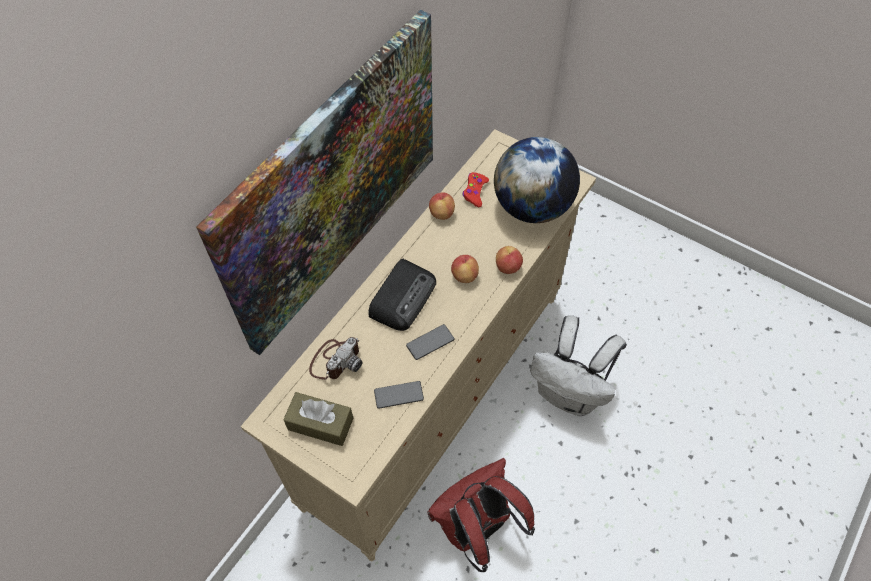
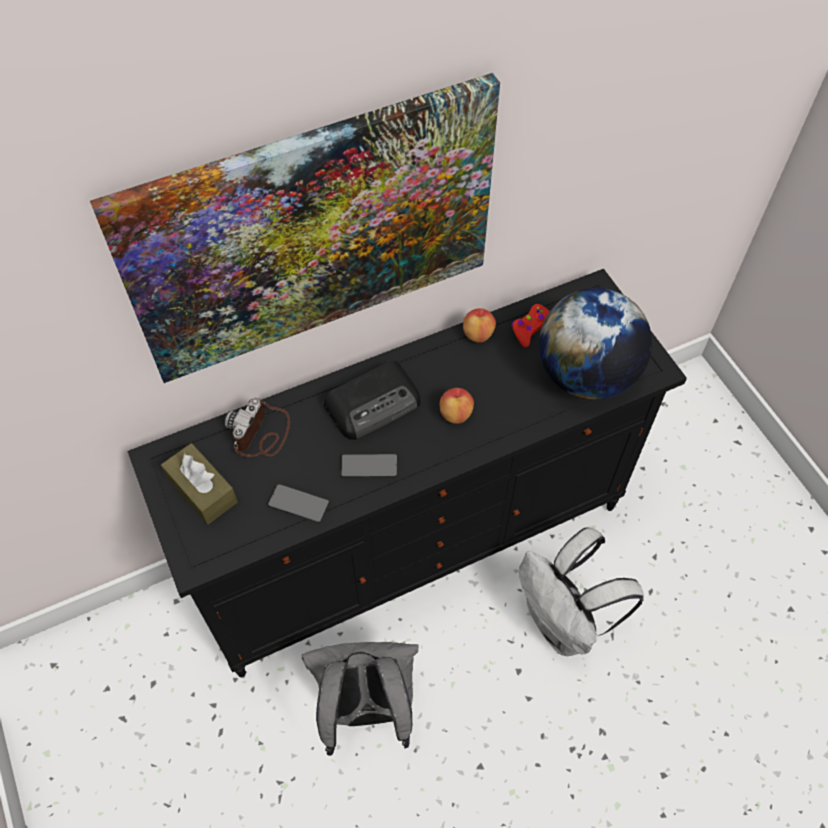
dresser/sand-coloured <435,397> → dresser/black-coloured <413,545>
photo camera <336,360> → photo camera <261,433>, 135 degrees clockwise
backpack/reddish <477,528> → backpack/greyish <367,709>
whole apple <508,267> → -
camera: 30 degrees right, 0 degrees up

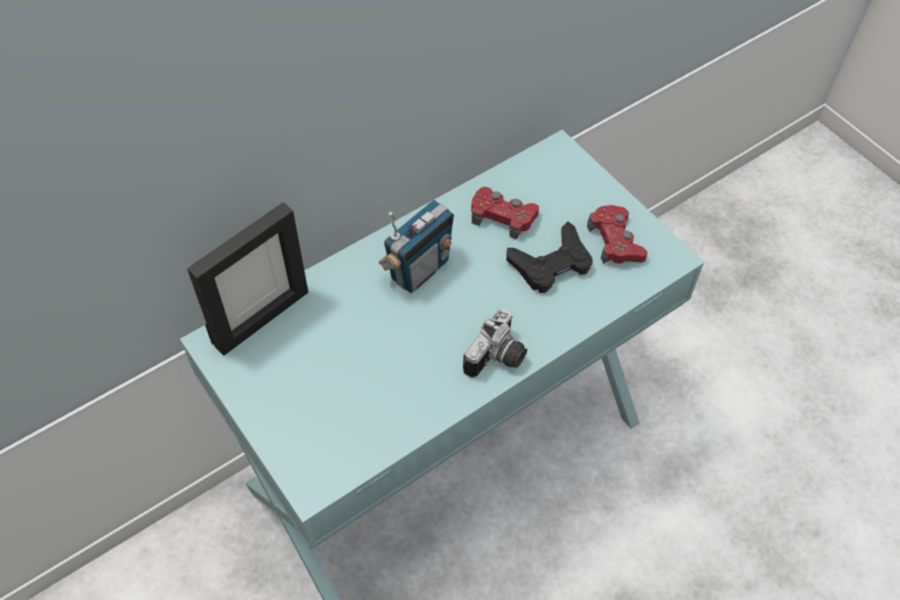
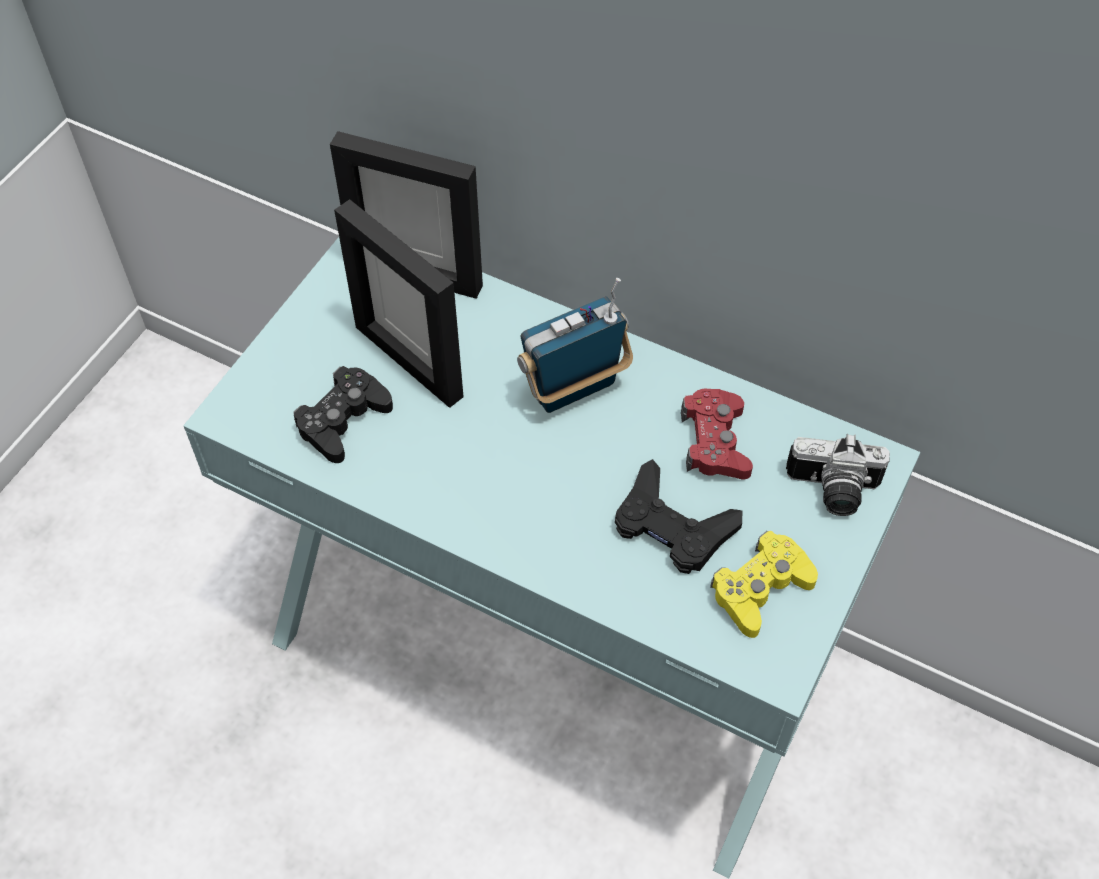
radio set <419,270> → radio set <573,389>, 135 degrees clockwise
photo camera <498,358> → photo camera <832,492>, move
joypad/reddish <615,241> → joypad/yellow <760,589>
- → joypad/black-coloured <343,420>
- → picture frame <411,359>
camera: 65 degrees right, 0 degrees up

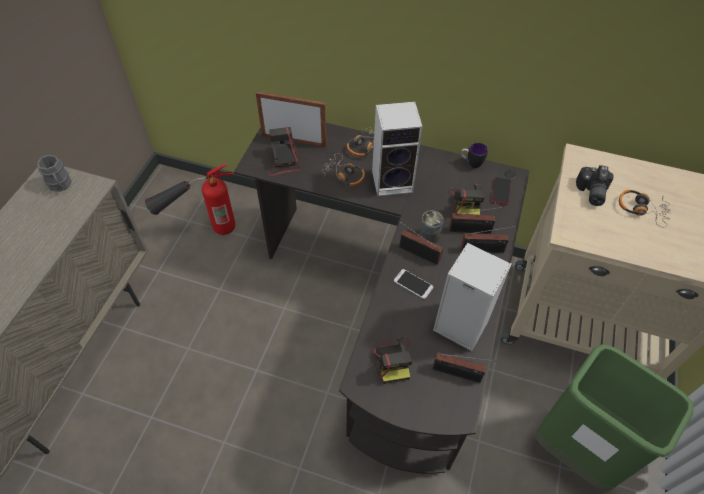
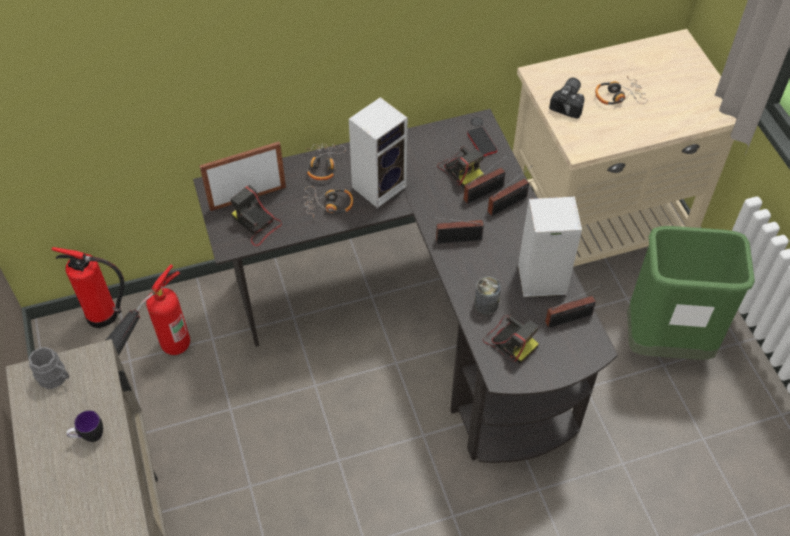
phone <413,284> → -
sealed can <429,236> → sealed can <486,304>, move
mug <471,163> → mug <89,437>, move
photo camera <590,192> → photo camera <570,103>, 135 degrees counterclockwise
- → extinguisher <105,315>
camera: 35 degrees left, 0 degrees up

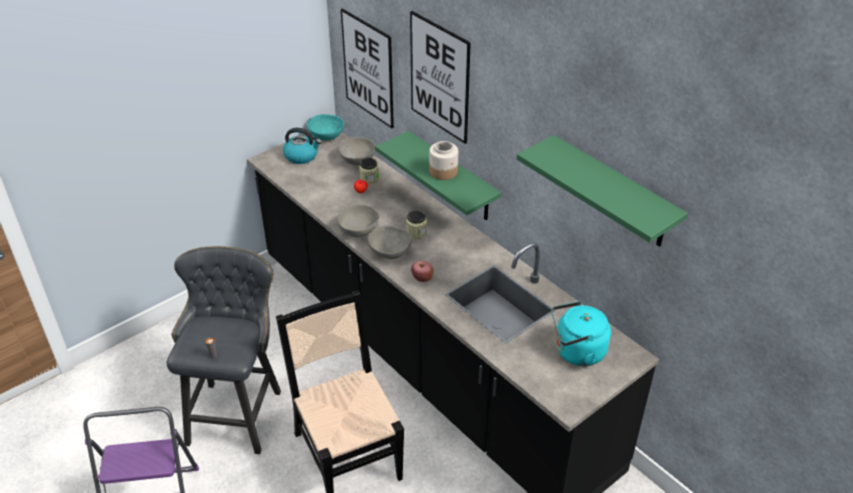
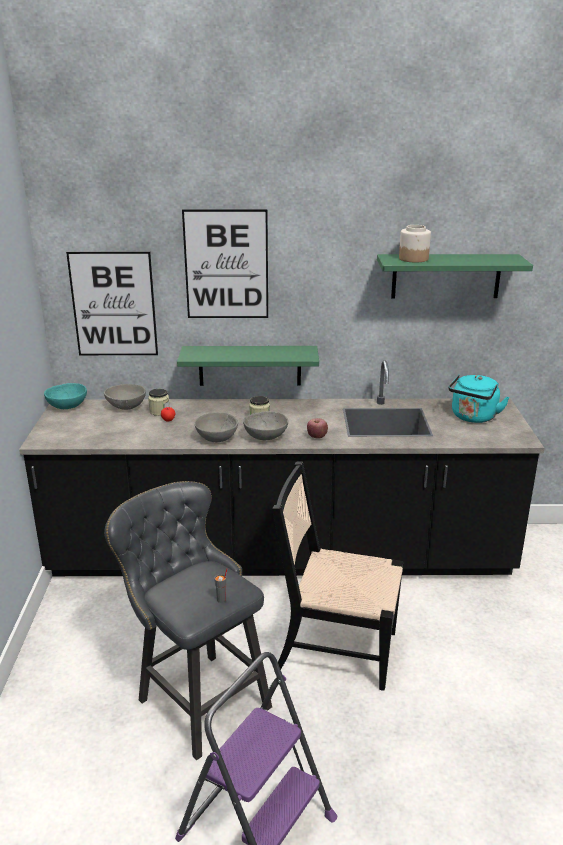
water kettle <302,156> → -
storage jar <443,172> → storage jar <414,259>, move
camera: 50 degrees left, 15 degrees down

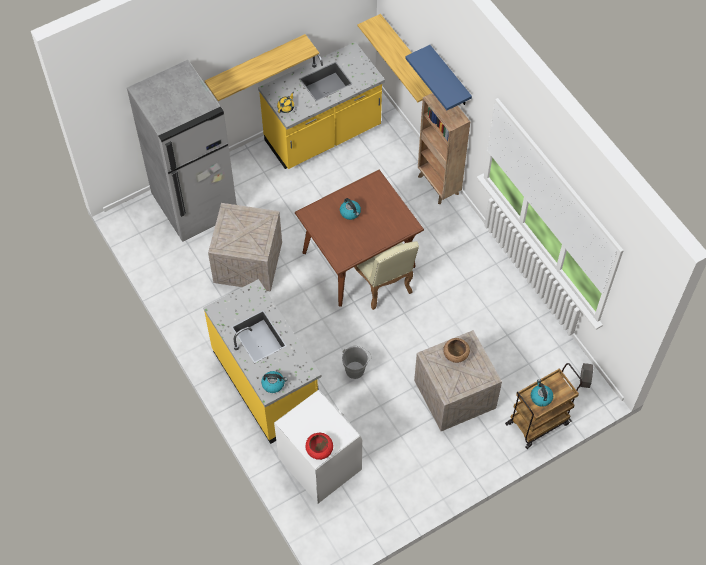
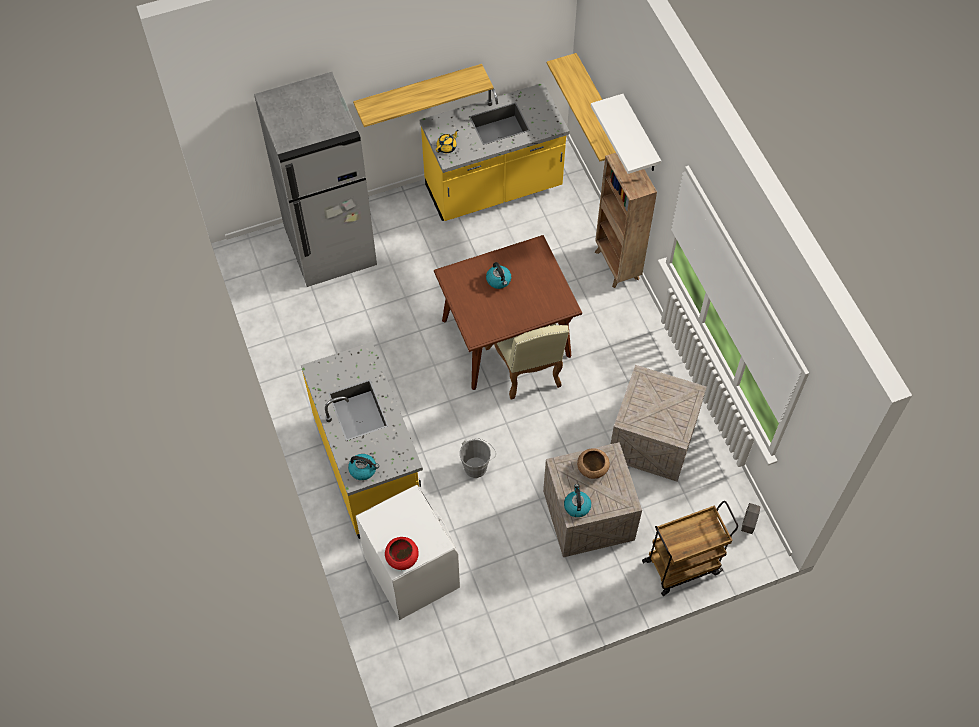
shipping crate <248,263> → shipping crate <653,441>, move
shelf/blue <450,77> → shelf/white-coloured <640,136>
water kettle <541,397> → water kettle <577,506>, move
camera: 10 degrees right, 0 degrees up

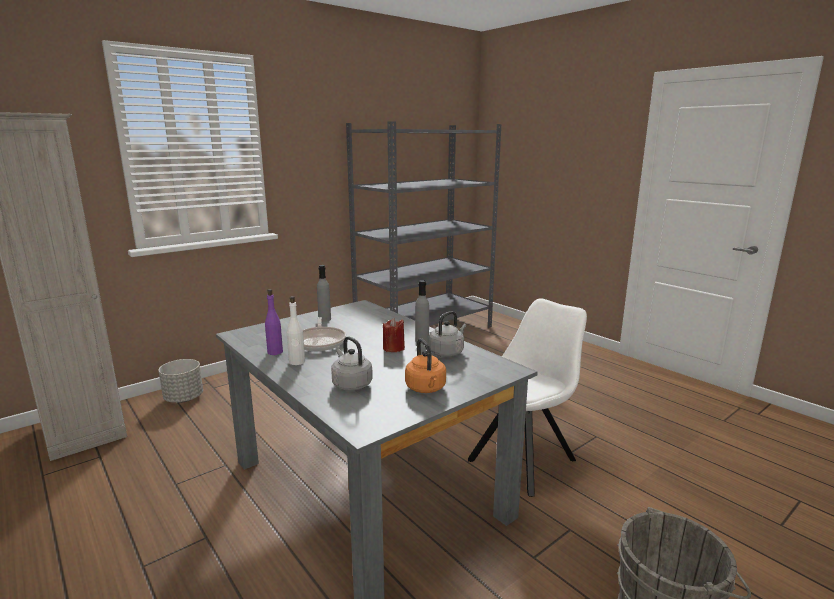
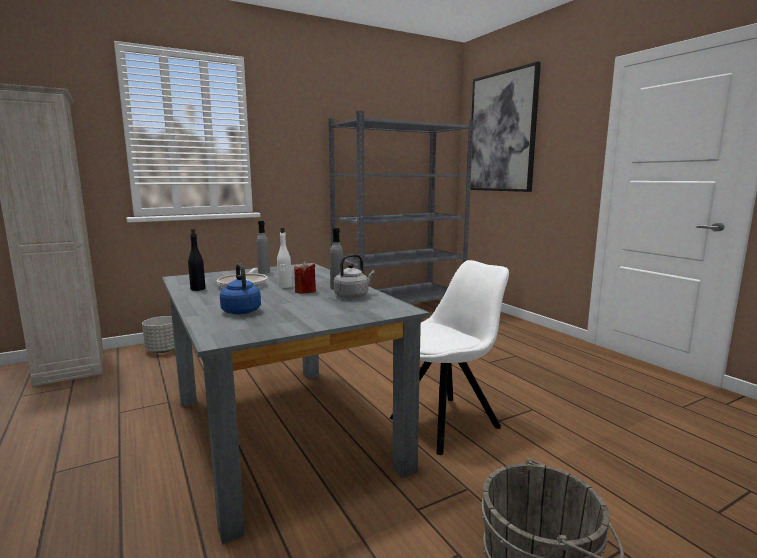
beverage bottle/purple <275,352> → beverage bottle/black-coloured <198,289>
beverage bottle/white-coloured <297,362> → beverage bottle/white-coloured <285,286>, move
water kettle/greyish <351,384> → water kettle/blue <241,311>
water kettle/orange <426,389> → -
- → wall art <502,132>
camera: 10 degrees right, 5 degrees down

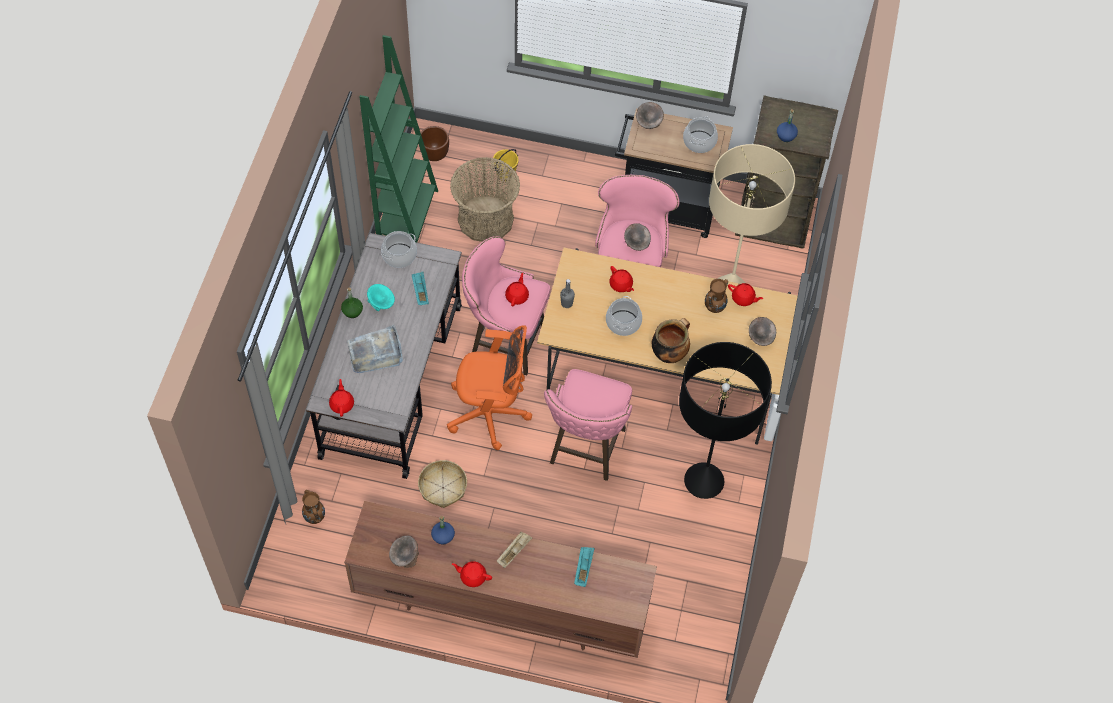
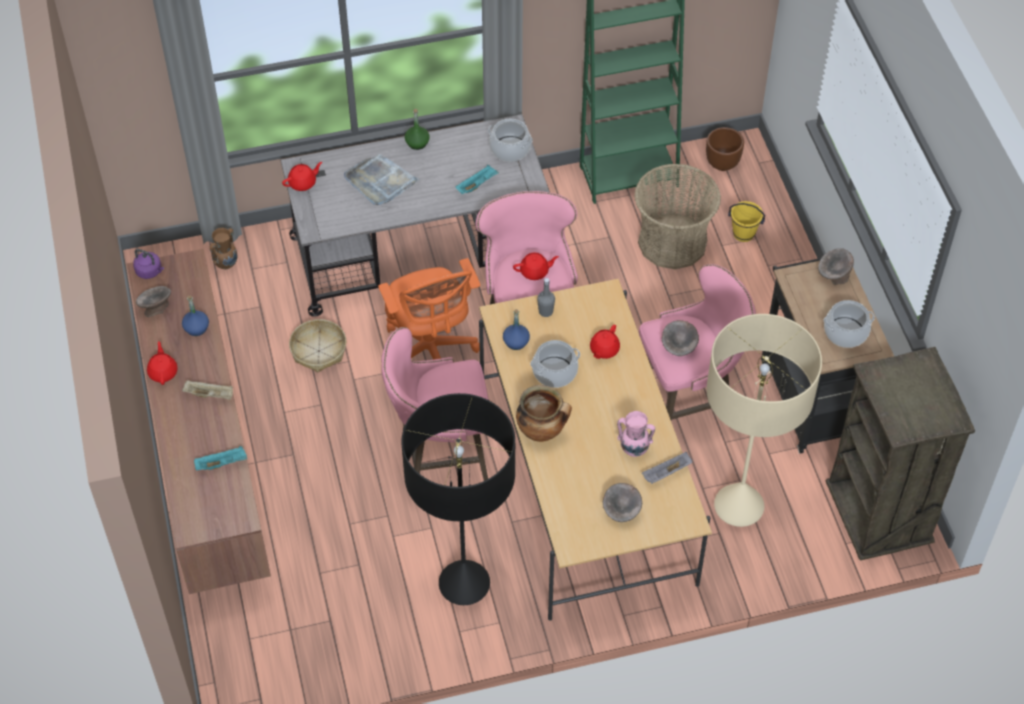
serving bowl/blue-green <381,304> → -
flower vase/brown <714,307> → flower vase/pinkish <634,449>
pot for tea/reddish <743,298> → serving tray/greyish <666,473>
beverage bottle/blue <786,136> → beverage bottle/blue <516,342>, move
- → water kettle/purple <150,271>
camera: 65 degrees right, 5 degrees down

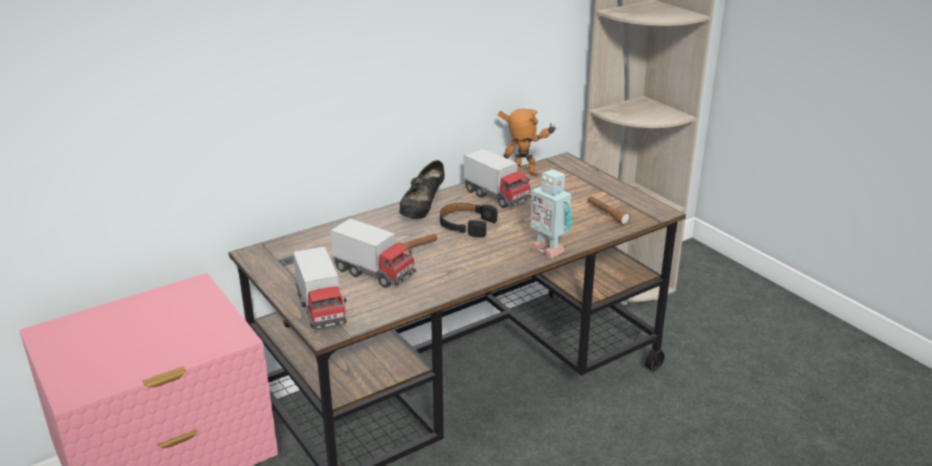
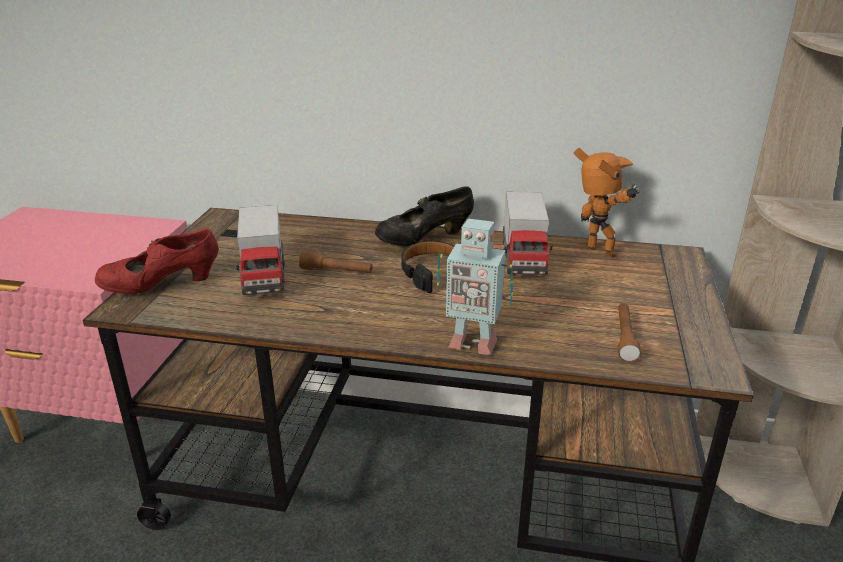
toy lorry <321,310> → shoe/reddish <162,286>
toy robot <548,249> → toy robot <471,341>, 75 degrees counterclockwise
camera: 45 degrees right, 0 degrees up

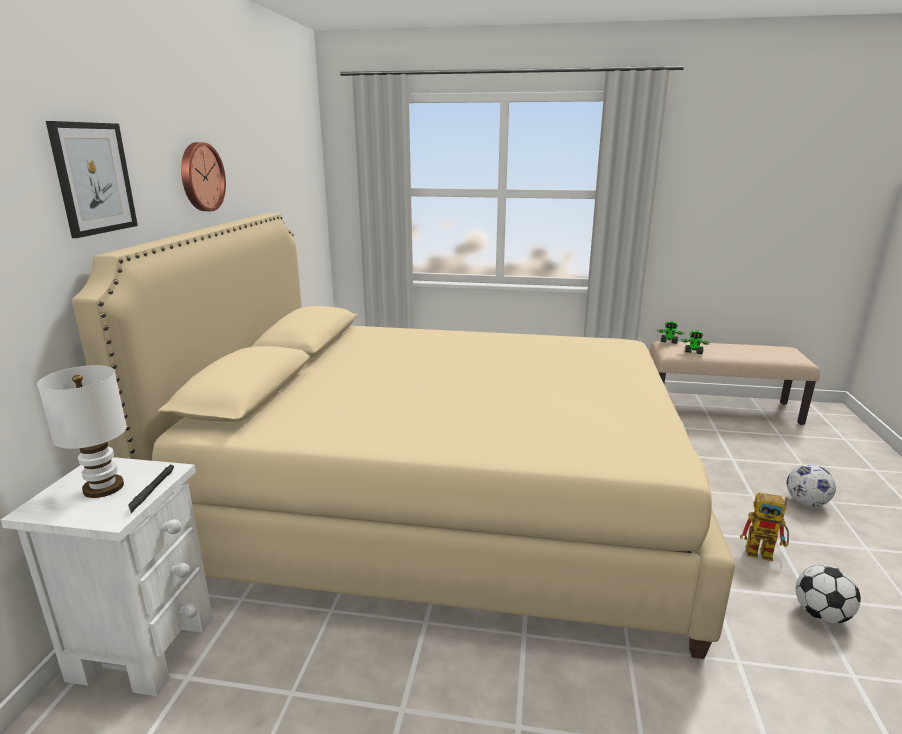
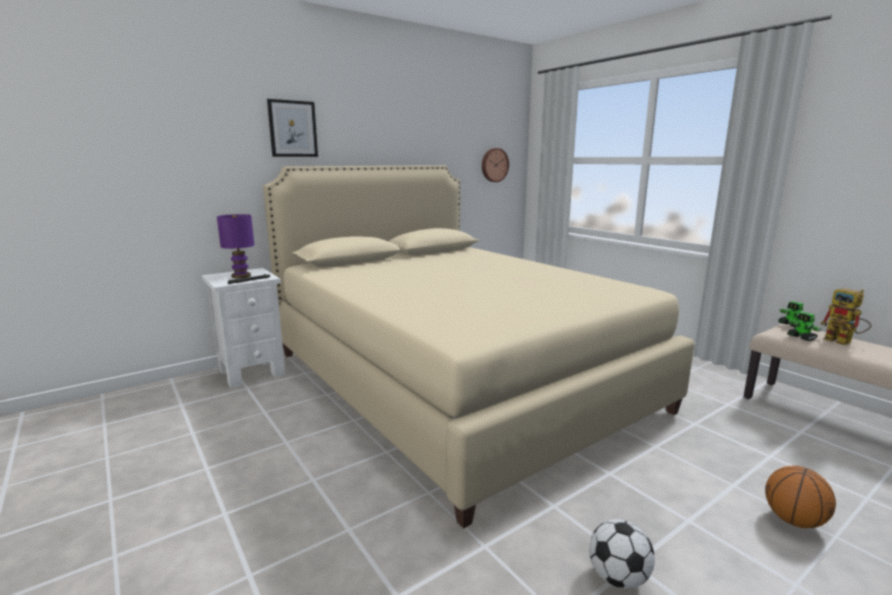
table lamp/white-coloured <102,488> → table lamp/purple <240,276>
clock on the wall <200,177> → clock on the wall <494,165>, move
toy robot <765,553> → toy robot <843,342>, move
ball for football <806,503> → basketball ball <793,520>
camera: 45 degrees right, 5 degrees down

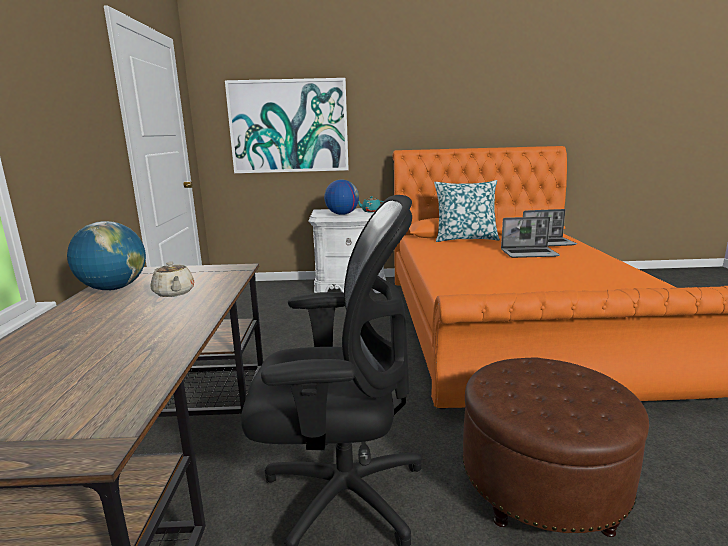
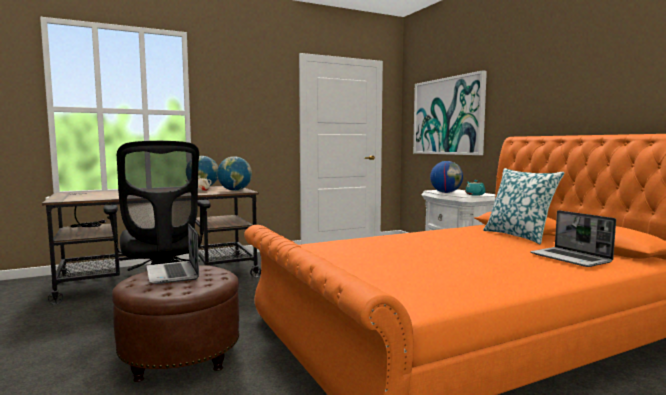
laptop <529,253> → laptop <173,274>, move
- → desk globe <235,190>
camera: 65 degrees right, 10 degrees down

